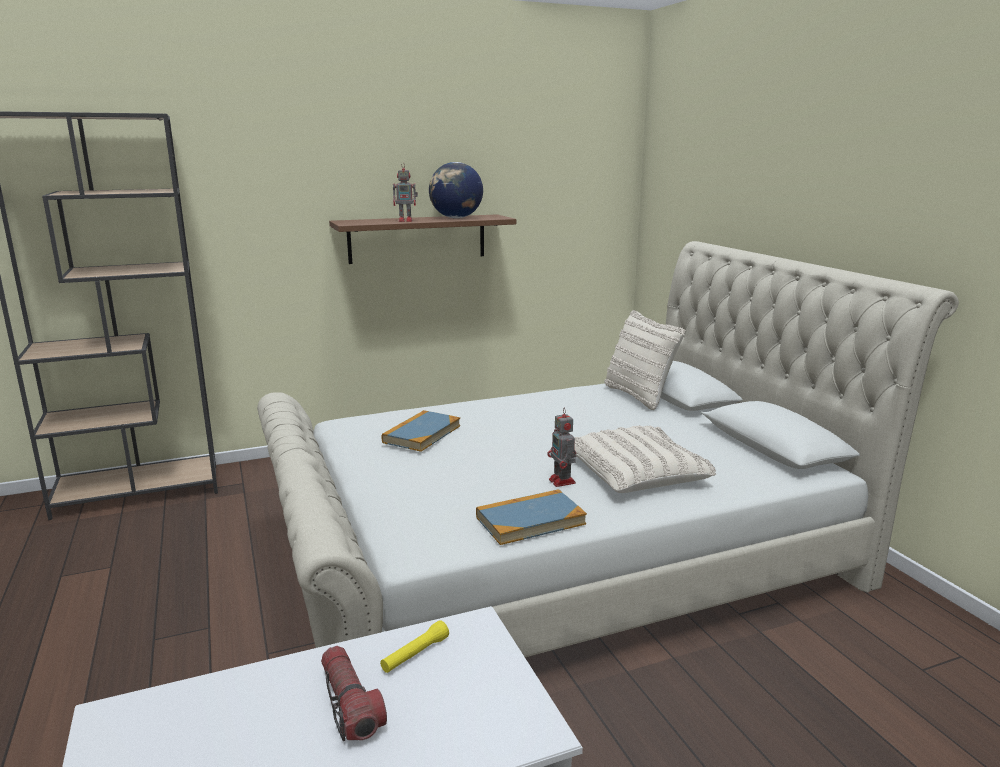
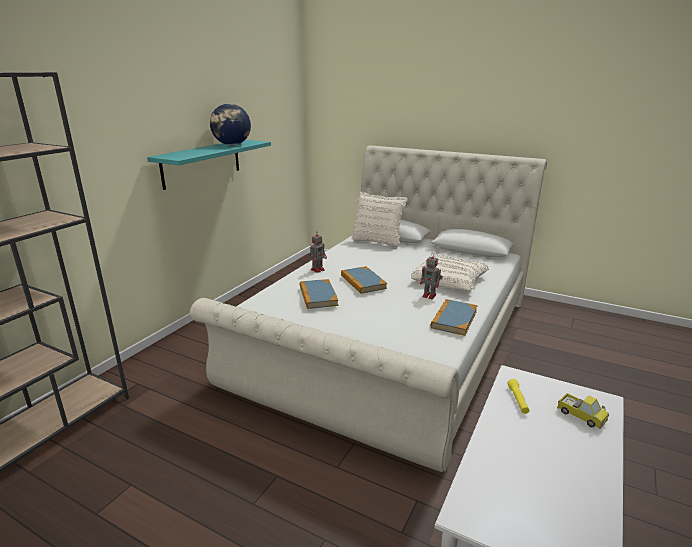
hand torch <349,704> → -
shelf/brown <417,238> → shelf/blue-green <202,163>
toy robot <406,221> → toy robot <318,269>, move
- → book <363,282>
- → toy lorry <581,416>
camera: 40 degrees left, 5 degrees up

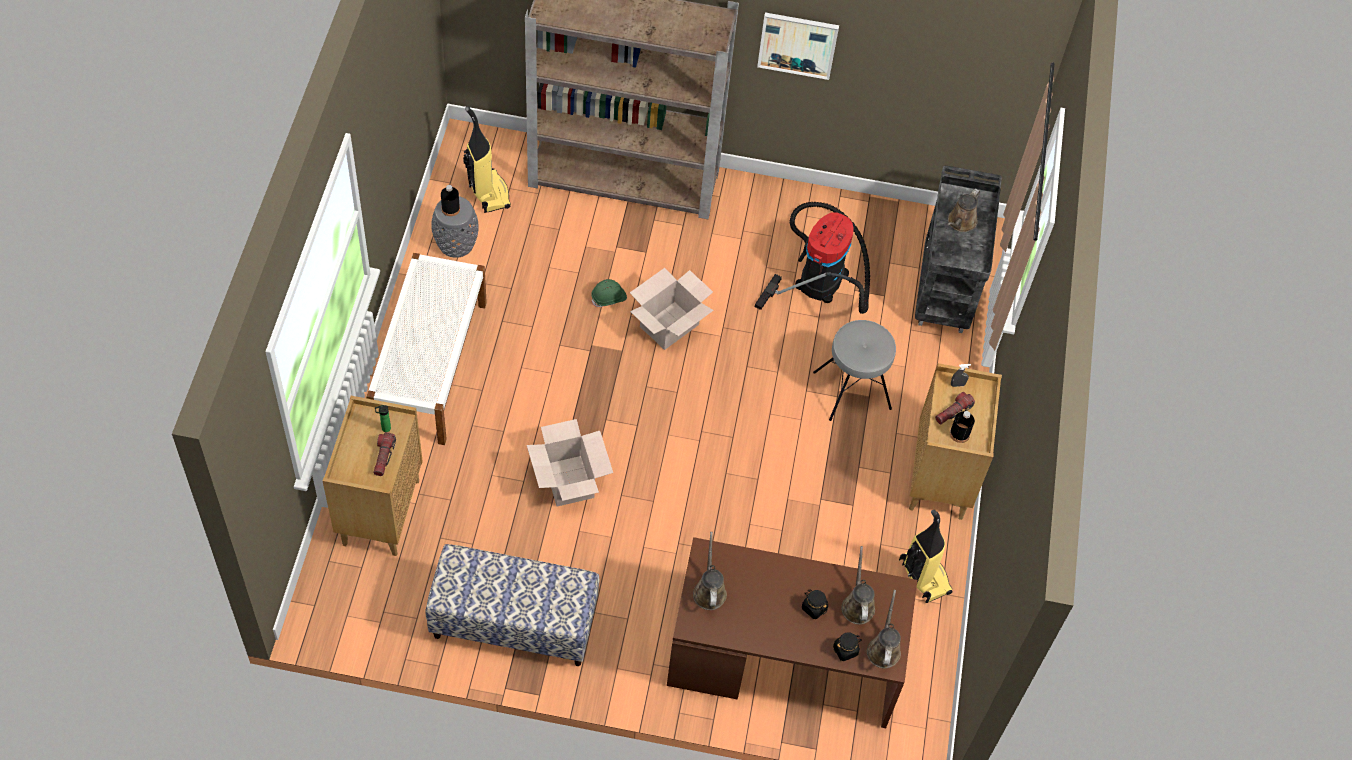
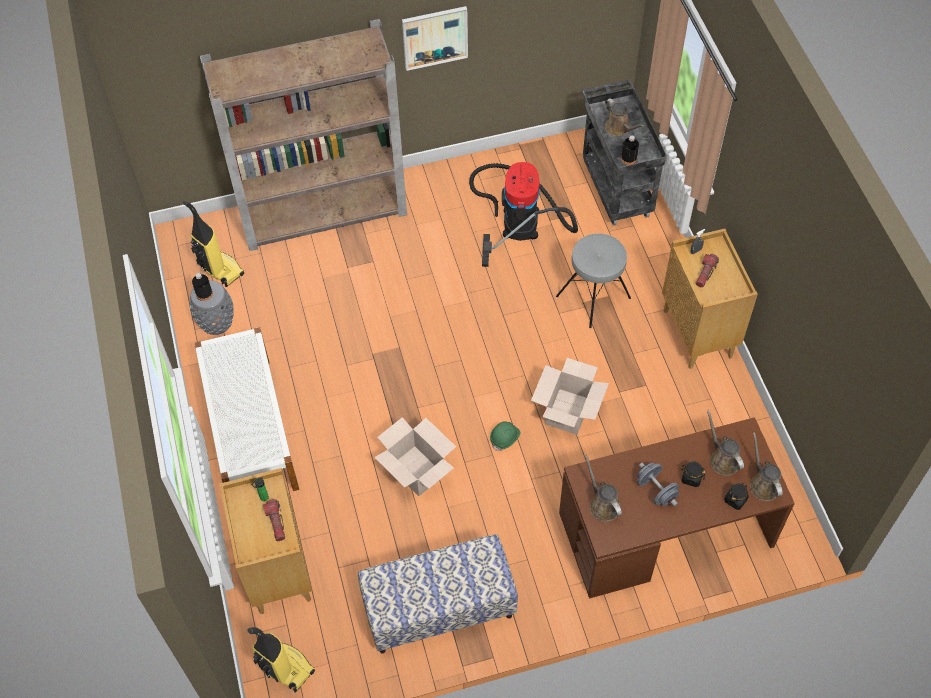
work helmet/green-coloured <609,298> → work helmet/green-coloured <505,438>, move
cardboard box <669,326> → cardboard box <568,412>, move
hoover <923,576> → hoover <284,667>, move
sprinkling can/brown <960,222> → sprinkling can/brown <619,128>, 45 degrees counterclockwise
beverage bottle/black-coloured <959,434> → beverage bottle/black-coloured <628,158>, move
- → hand weight/greyish <656,490>
camera: 20 degrees left, 0 degrees up

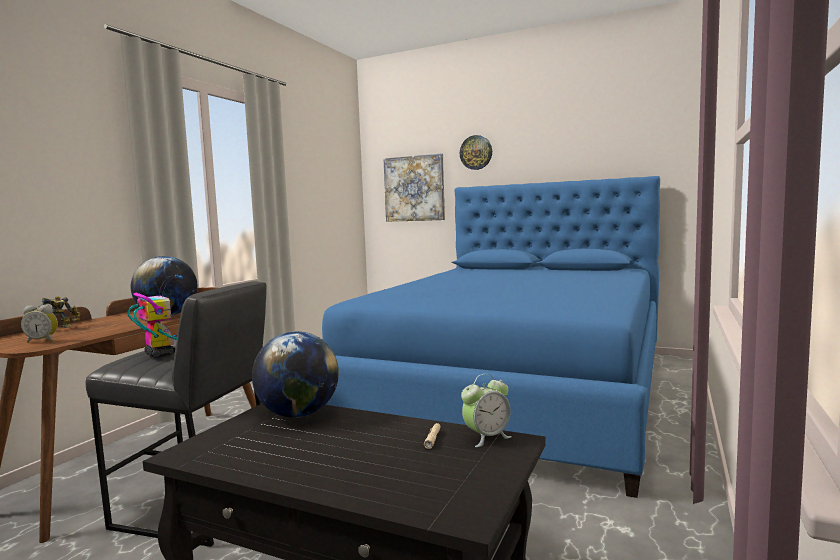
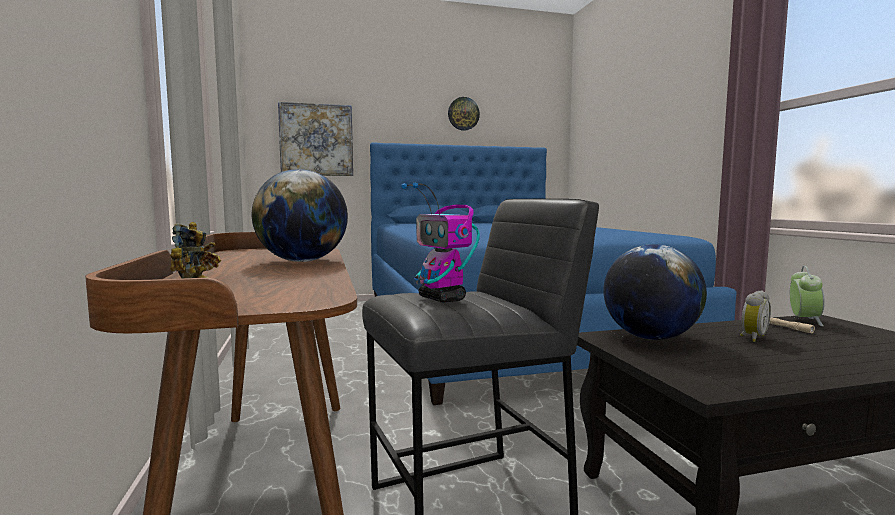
alarm clock <43,341> → alarm clock <751,338>, move
toy robot <160,354> → toy robot <442,299>, 135 degrees counterclockwise
clock on the wall <476,152> → clock on the wall <463,114>, move
camera: 40 degrees left, 0 degrees up

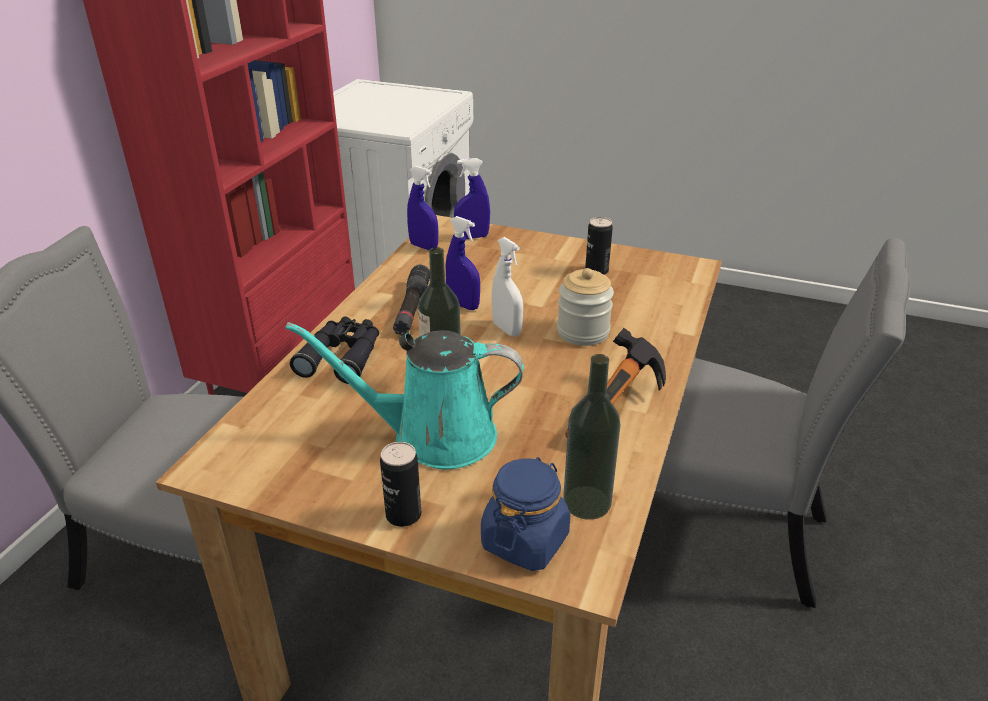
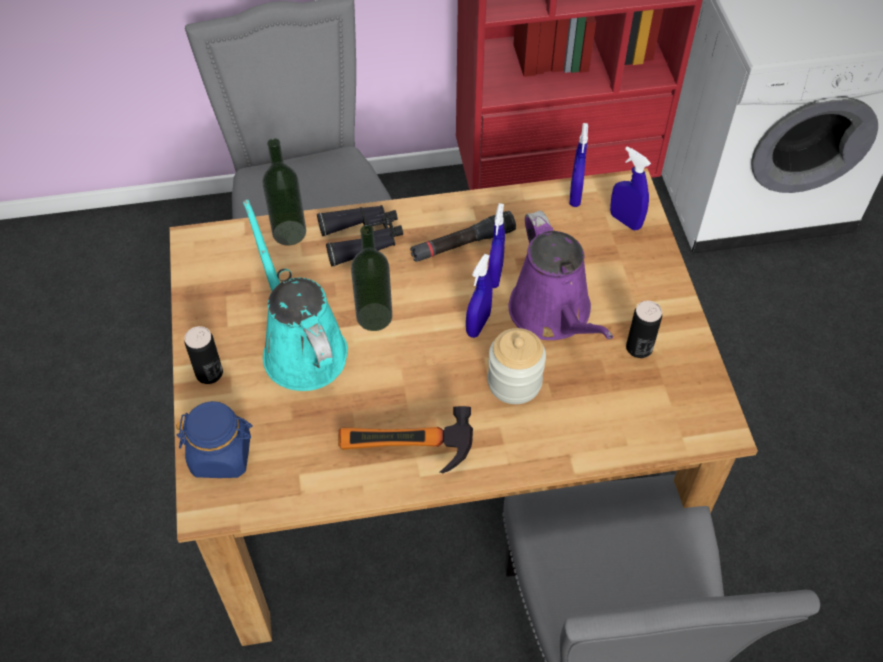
sprayer/white-coloured <507,329> → sprayer/blue <478,325>
beverage bottle <587,502> → beverage bottle <289,233>, move
- → sprinkling can/purple <553,314>
camera: 60 degrees right, 20 degrees up

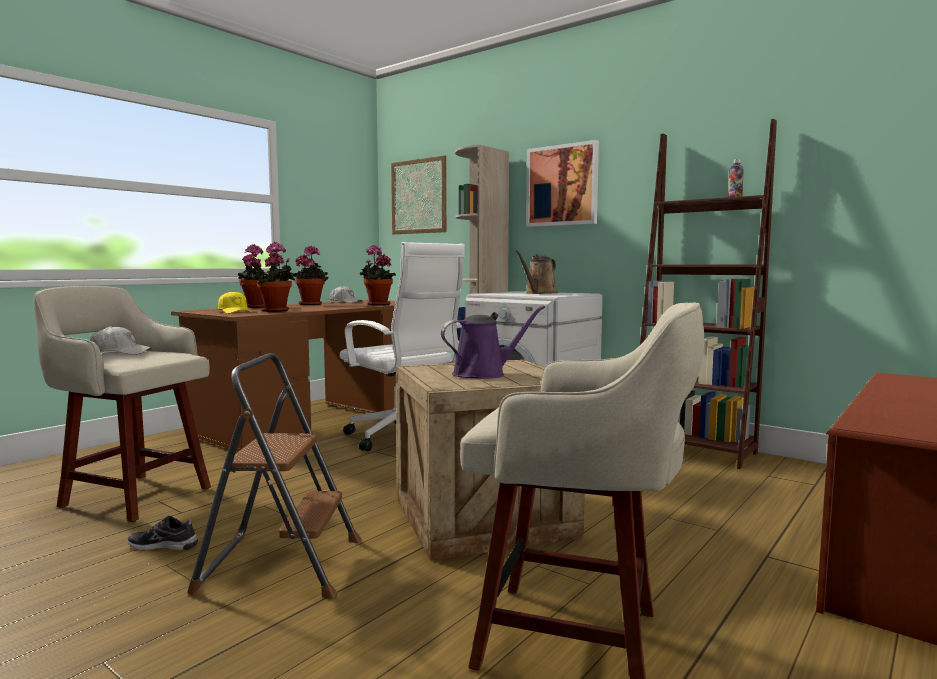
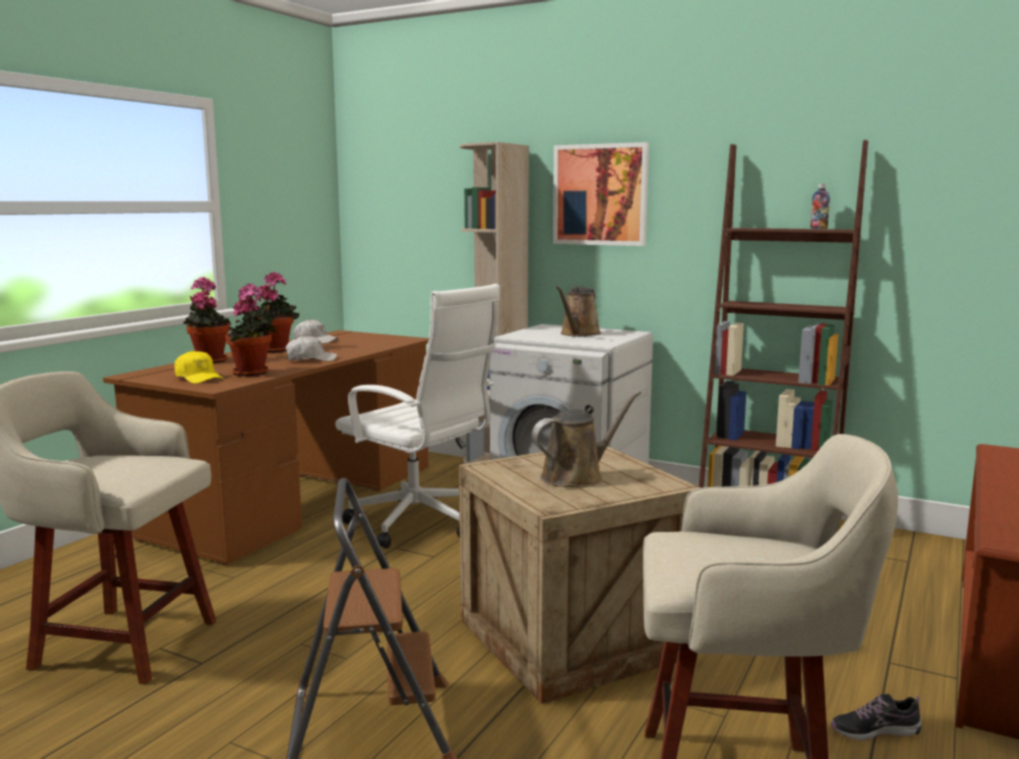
baseball cap/white-coloured <120,352> → baseball cap/white-coloured <310,359>, move
shoe <163,546> → shoe <874,731>, move
houseplant <377,305> → -
wall art <419,195> → -
sprinkling can/purple <484,374> → sprinkling can/brown <577,477>
camera: 10 degrees left, 5 degrees up

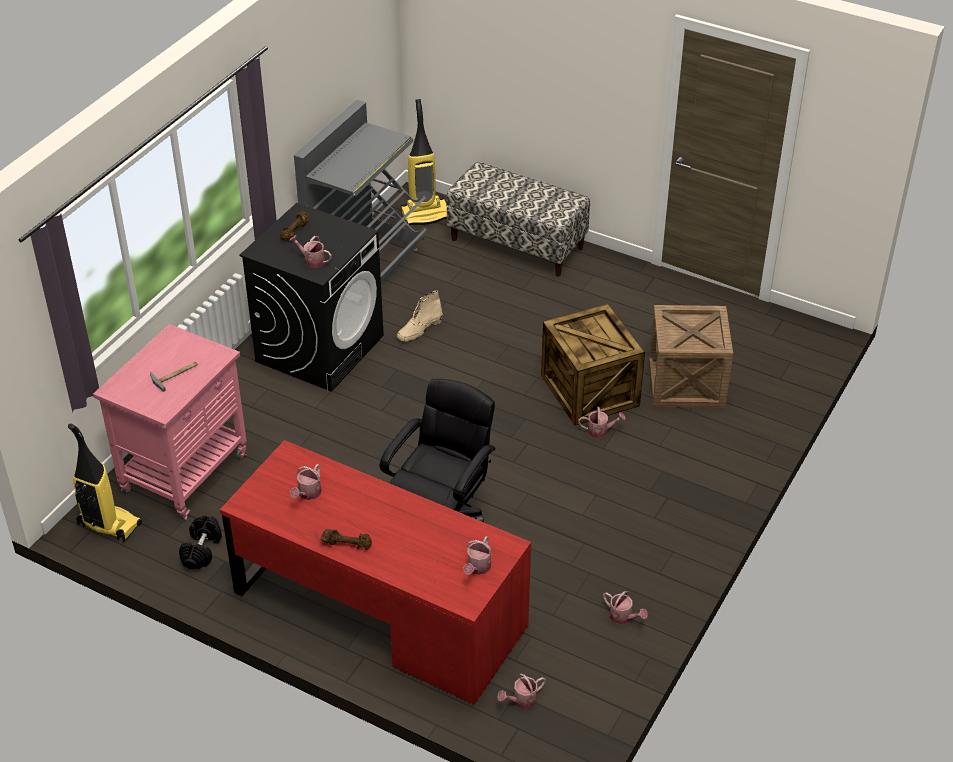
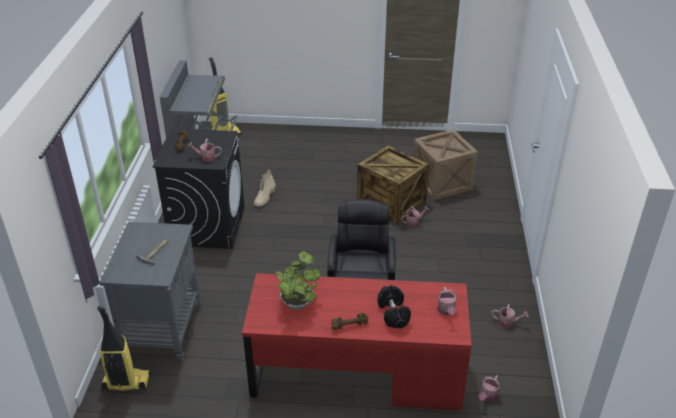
trolley/pinkish <186,474> → trolley/greyish <164,330>
hand weight/black-coloured <202,550> → hand weight/black-coloured <393,314>, move
sprinkling can <308,494> → houseplant <298,302>
bench <517,243> → -
camera: 25 degrees left, 5 degrees down

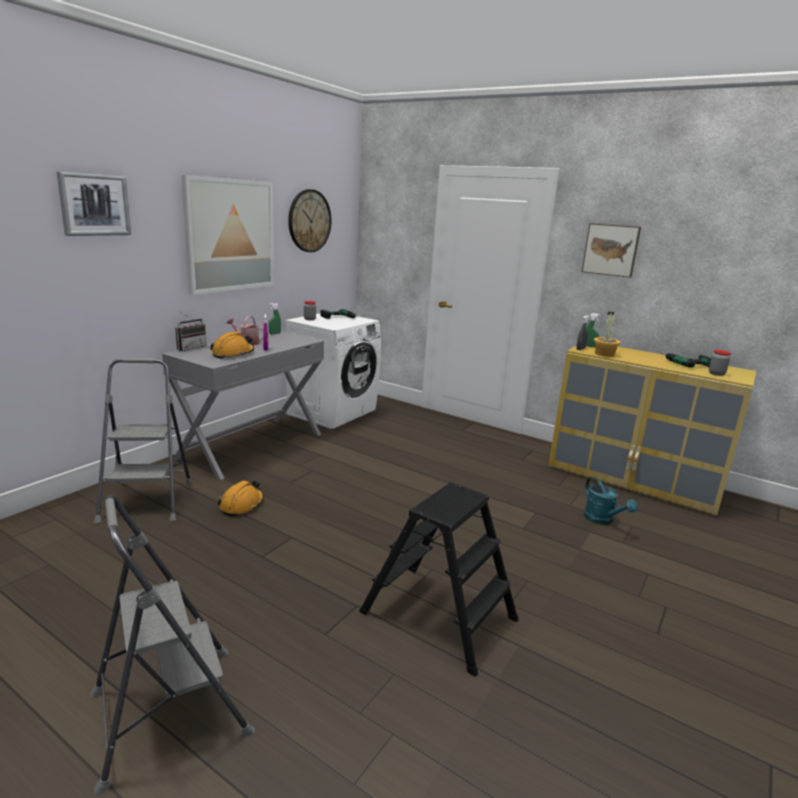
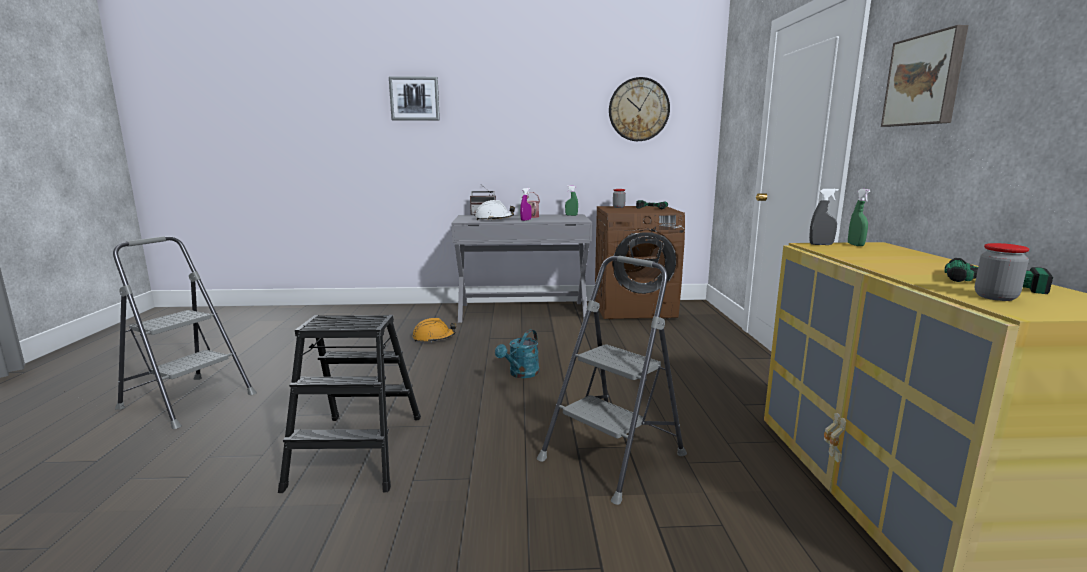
step ladder/greyish <147,498> → step ladder/greyish <615,454>, move
wall art <230,235> → -
work helmet/orange <233,354> → work helmet/white-coloured <494,219>
laundry machine/white-coloured <332,414> → laundry machine/brown <634,311>
sprinkling can/blue-green <602,520> → sprinkling can/blue-green <521,374>, move
houseplant <604,354> → -
camera: 55 degrees right, 5 degrees down

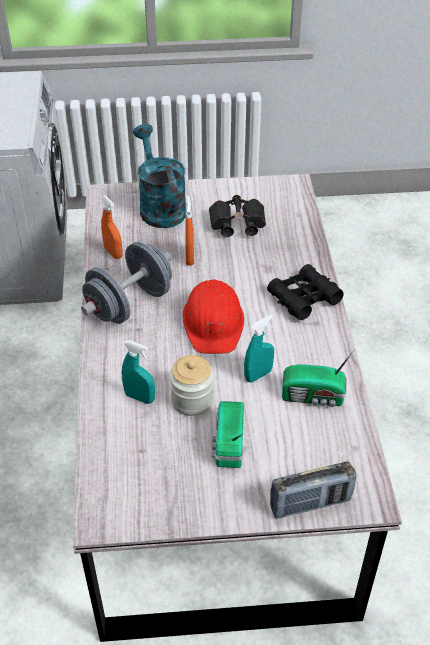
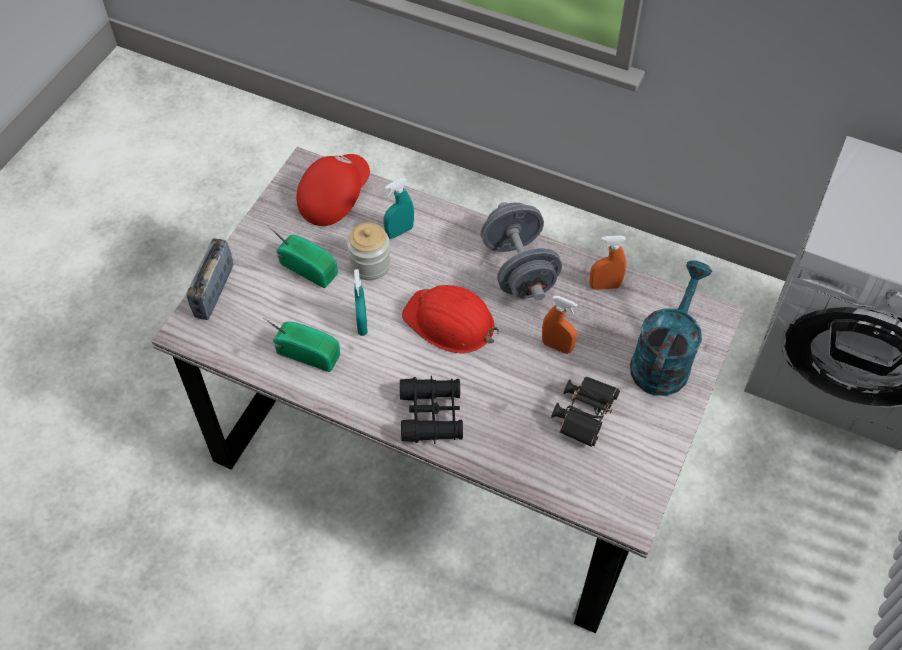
sprinkling can/blue-green <159,206> → sprinkling can/blue-green <663,358>, 75 degrees counterclockwise
radio set <314,397> → radio set <307,352>, 75 degrees clockwise
- → baseball cap/reddish <333,197>
camera: 120 degrees right, 10 degrees up

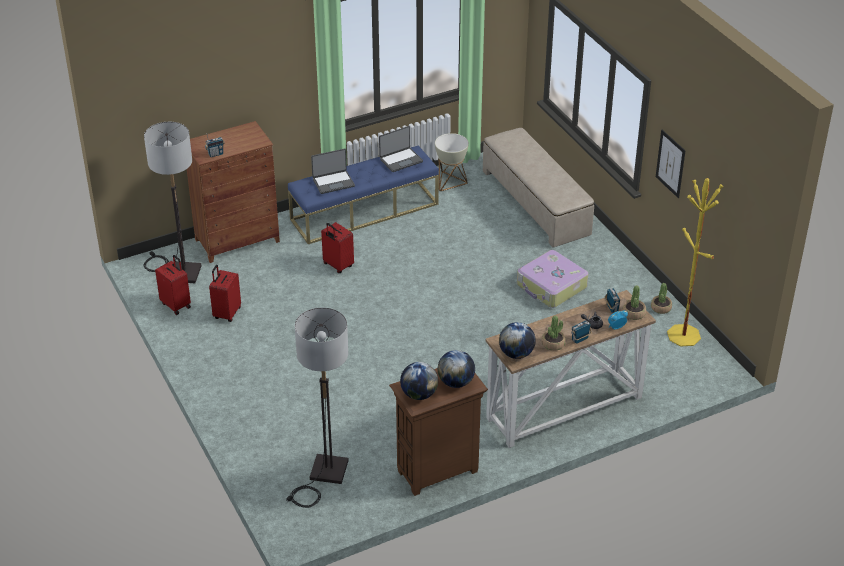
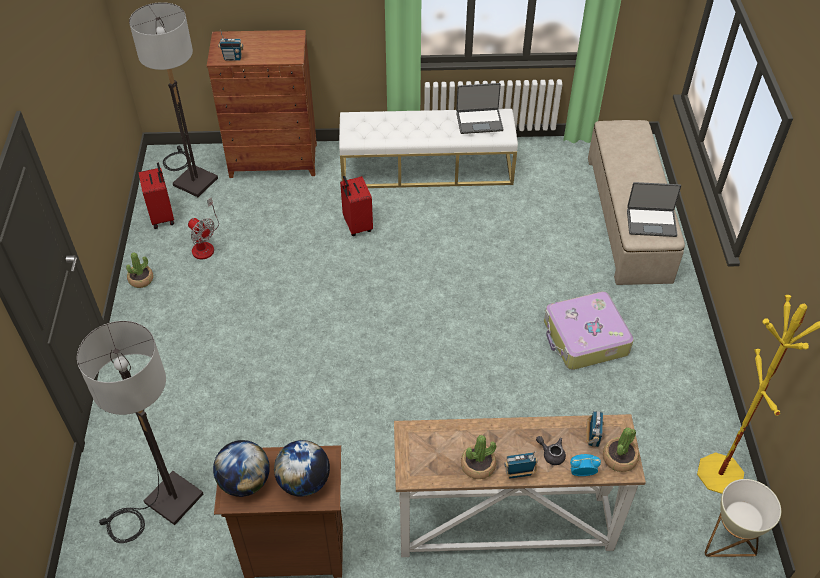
suitcase/reddish <226,313> → cooling fan <205,244>
bench/blue <364,211> → bench/white-coloured <427,168>
laptop <333,182> → laptop <651,222>, move
flower pot <450,182> → flower pot <729,542>, move
desk globe <516,353> → -
houseplant <661,308> → houseplant <141,279>, move
wall art <670,163> → -
camera: 25 degrees right, 10 degrees up

